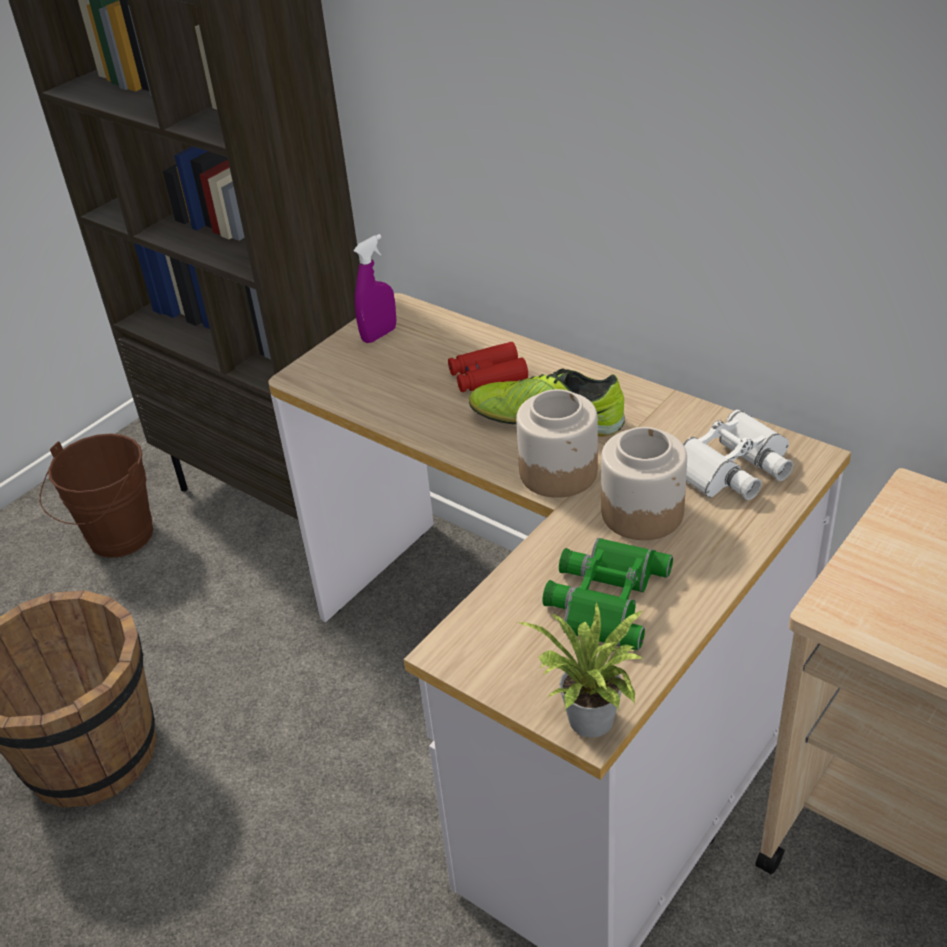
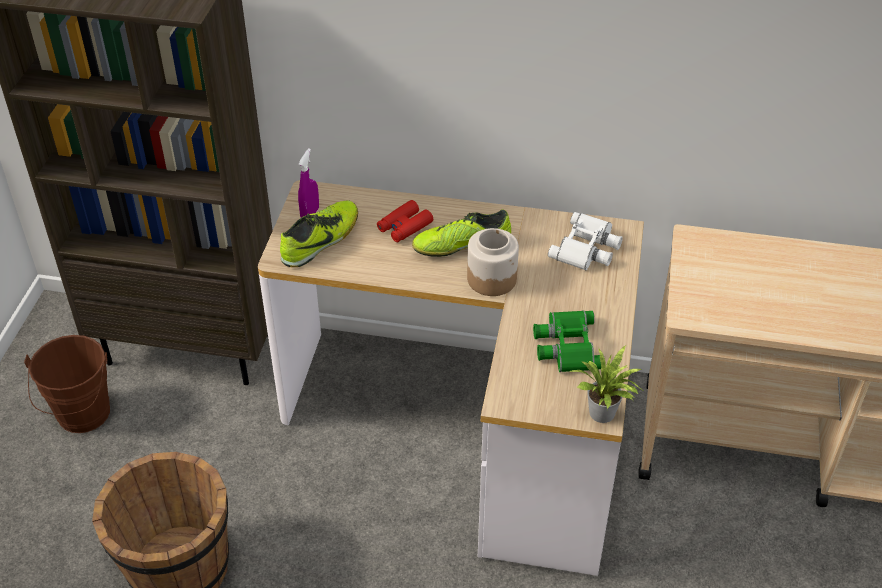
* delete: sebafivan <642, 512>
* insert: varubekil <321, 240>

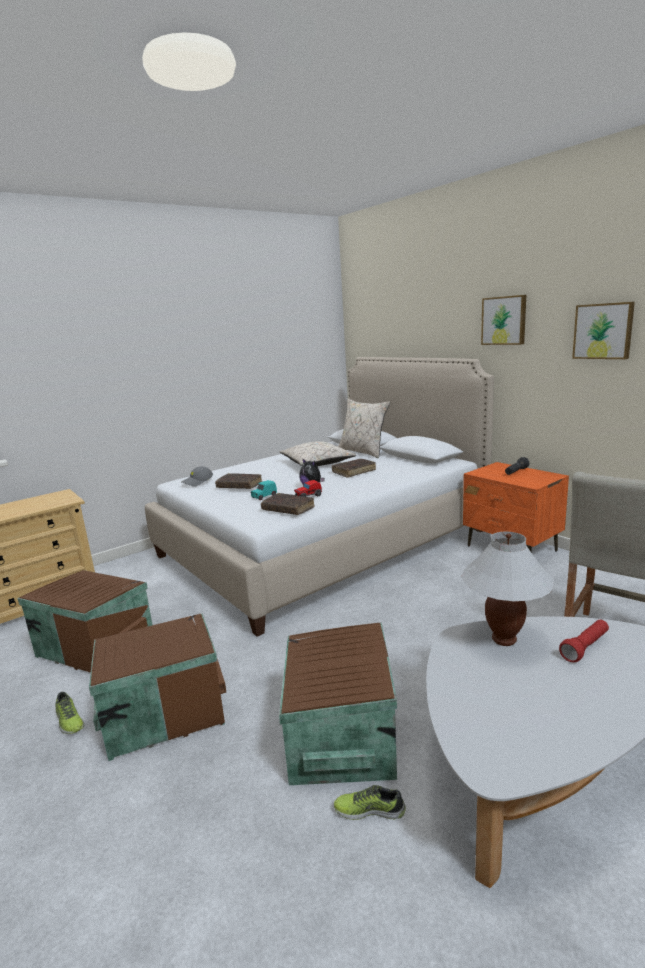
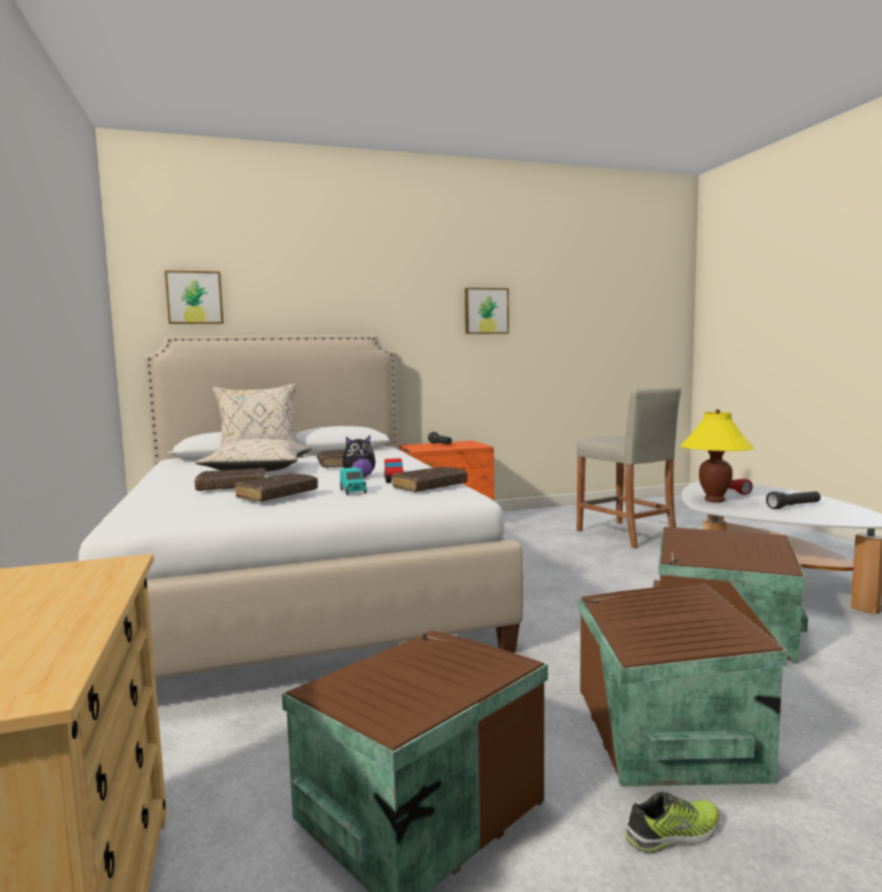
* move: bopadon <504, 320> to <195, 298>
* delete: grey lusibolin <197, 482>
* recolor: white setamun <504, 639> to yellow setamun <714, 500>
* delete: varubekil <369, 809>
* insert: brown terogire <232, 487>
* insert: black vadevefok <793, 507>

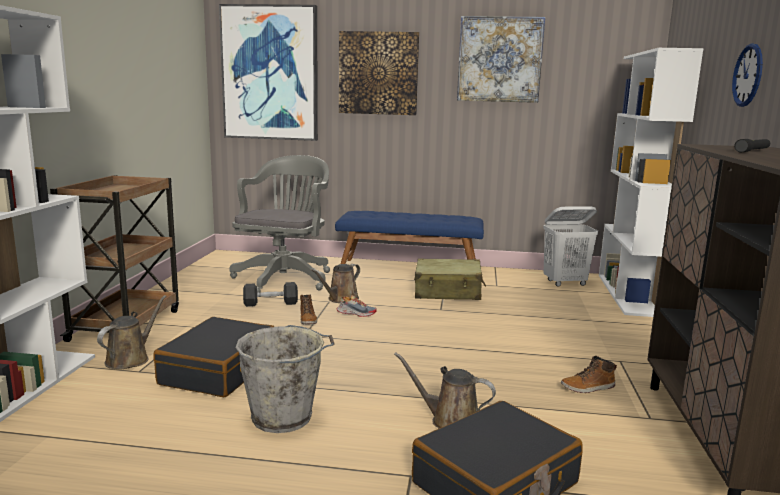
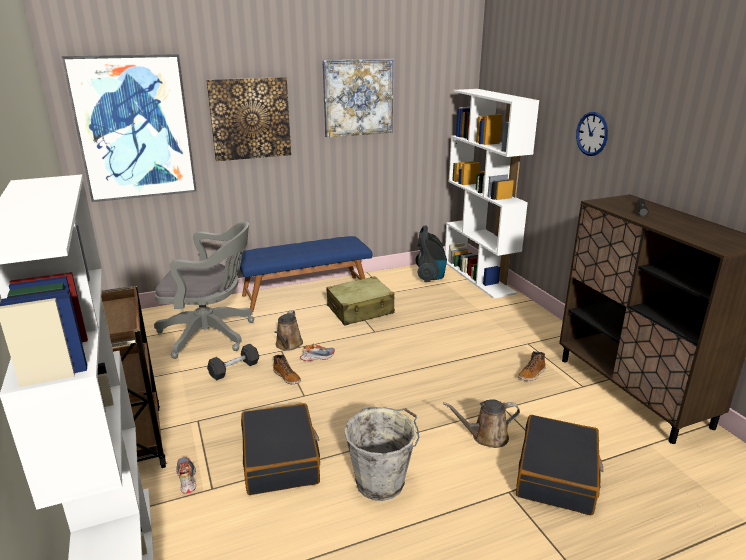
* rotate: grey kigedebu <285, 278> = <212, 334> 105 degrees clockwise
* replace: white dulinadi <565, 283> to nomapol <430, 276>
* replace: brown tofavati <130, 359> to varubekil <186, 478>

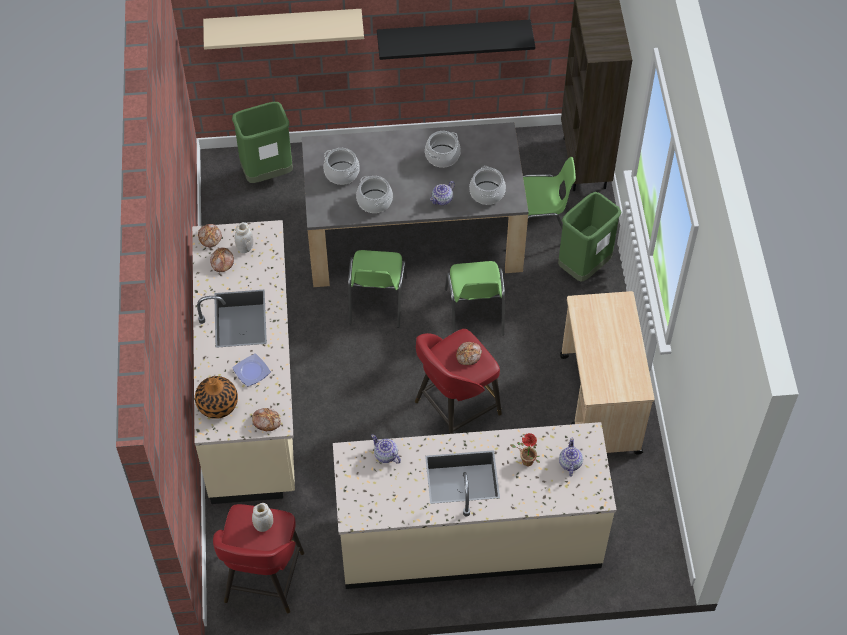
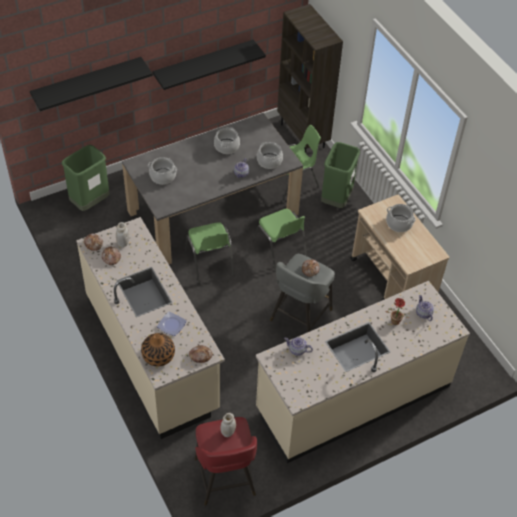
* recolor: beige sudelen <283, 25> to black sudelen <87, 82>
* move: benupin <374, 201> to <399, 223>
* recolor: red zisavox <455, 409> to grey zisavox <299, 316>

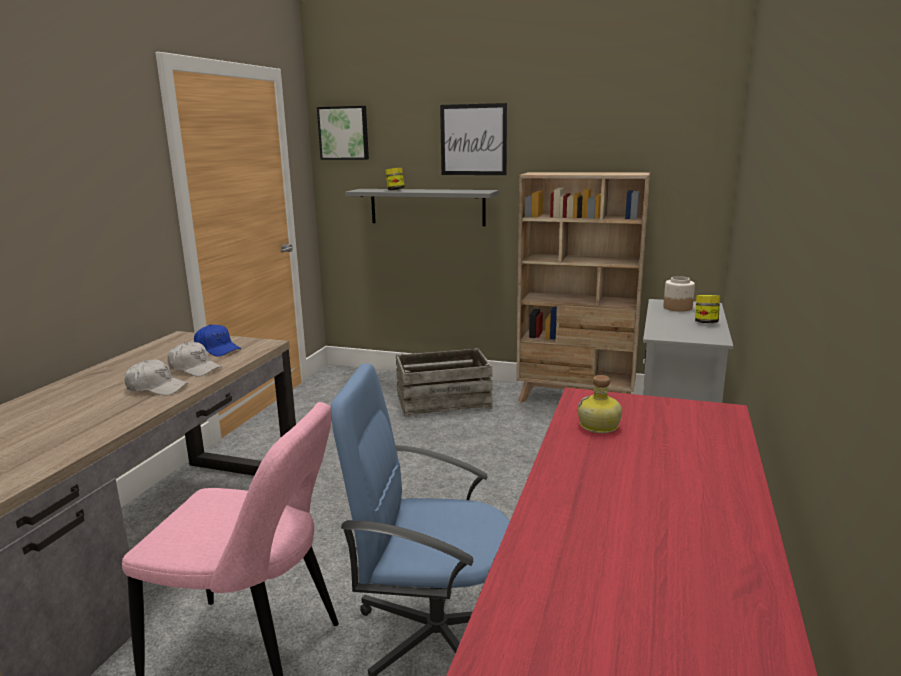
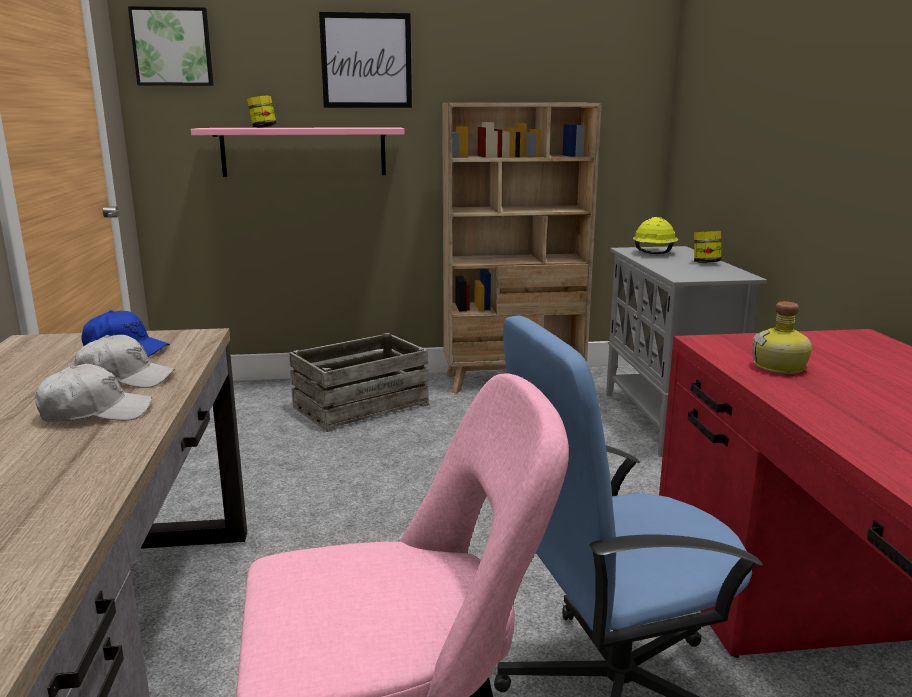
* recolor: grey sudelen <427, 207> to pink sudelen <304, 151>
* replace: sebafivan <677, 308> to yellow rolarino <654, 253>

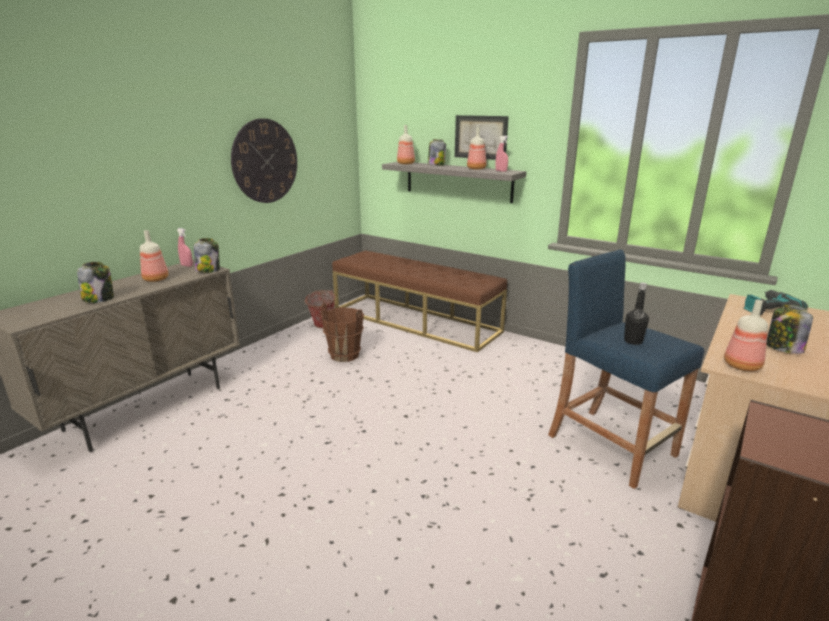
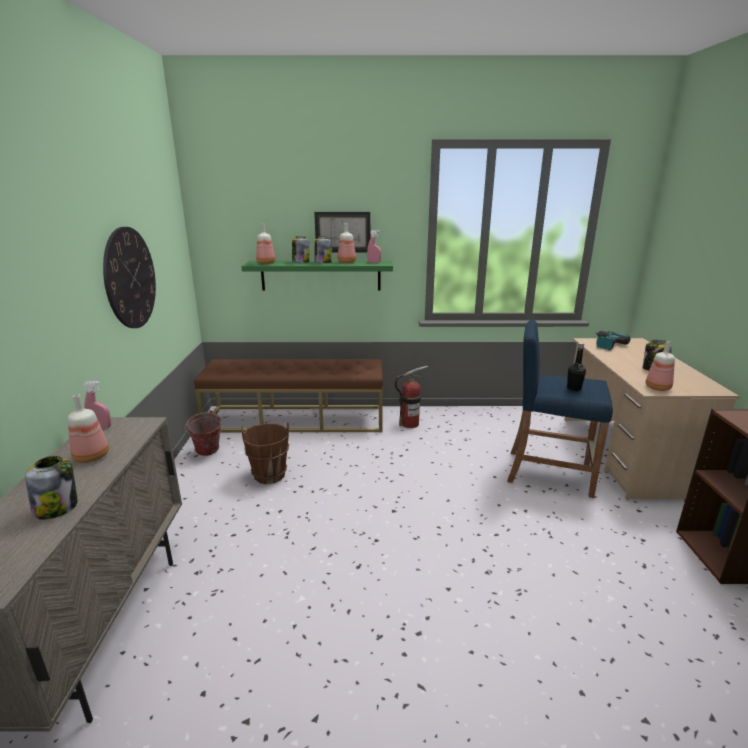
* recolor: grey sudelen <458, 181> to green sudelen <321, 275>
* move: sebafivan <208, 270> to <323, 262>
* insert: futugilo <410, 424>

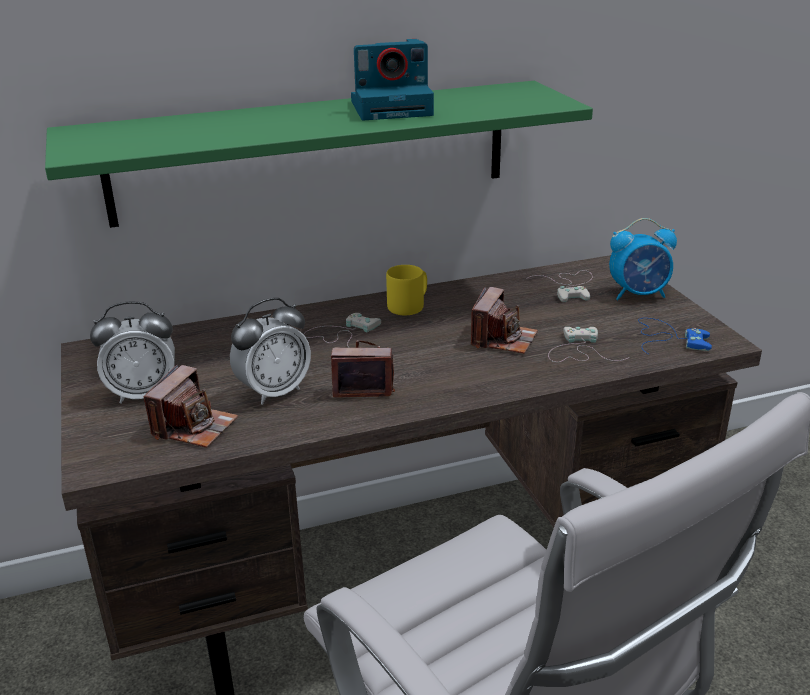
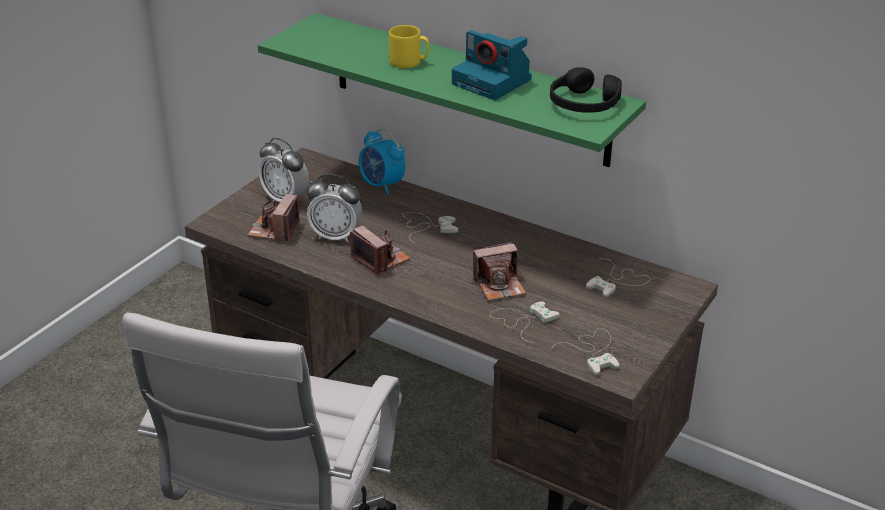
* move: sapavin <638, 294> to <382, 185>
* move: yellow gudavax <409, 306> to <409, 62>
* recolor: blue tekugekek <668, 338> to white tekugekek <593, 351>
* rotate: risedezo <194, 427> = <275, 230> 120 degrees clockwise
* insert: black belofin <583, 104>

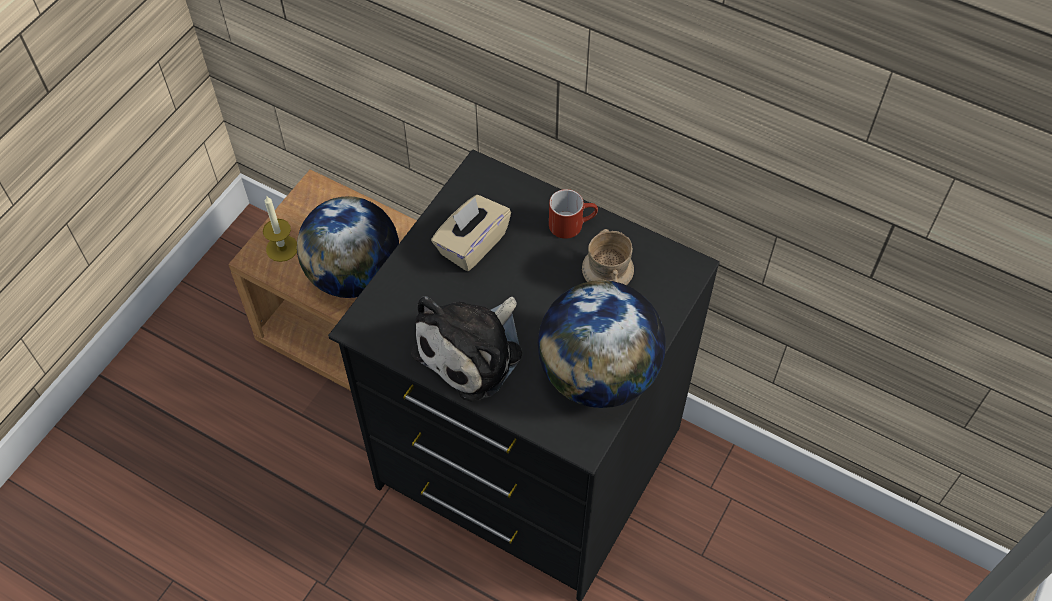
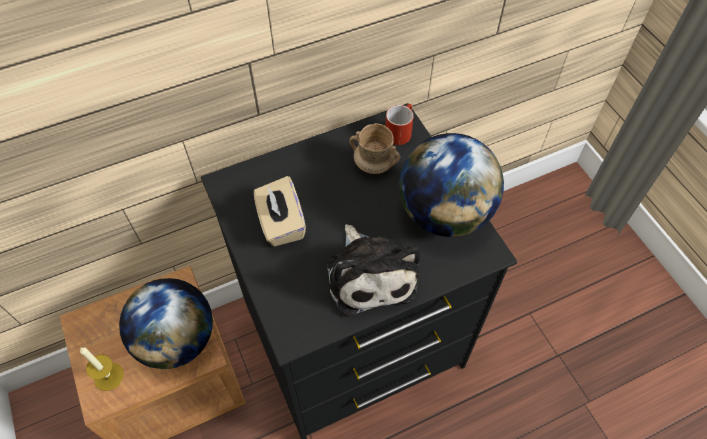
* move: red gudavax <572, 223> to <399, 131>

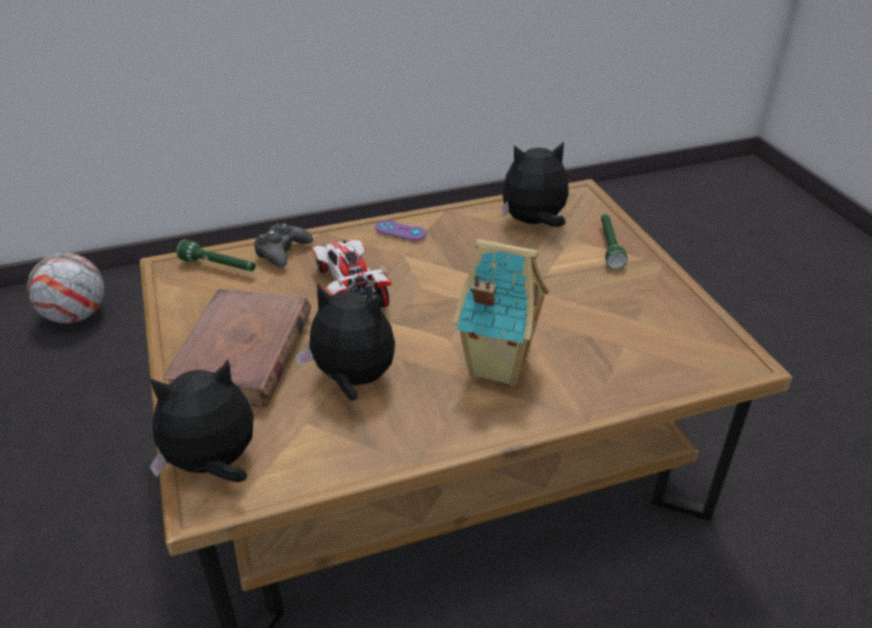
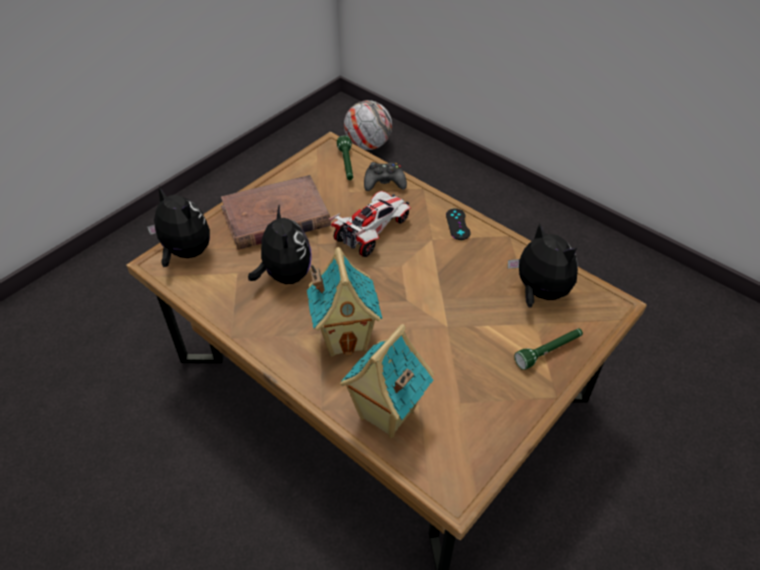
* recolor: purple tekugekek <400, 230> to black tekugekek <458, 224>
* insert: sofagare <385, 415>

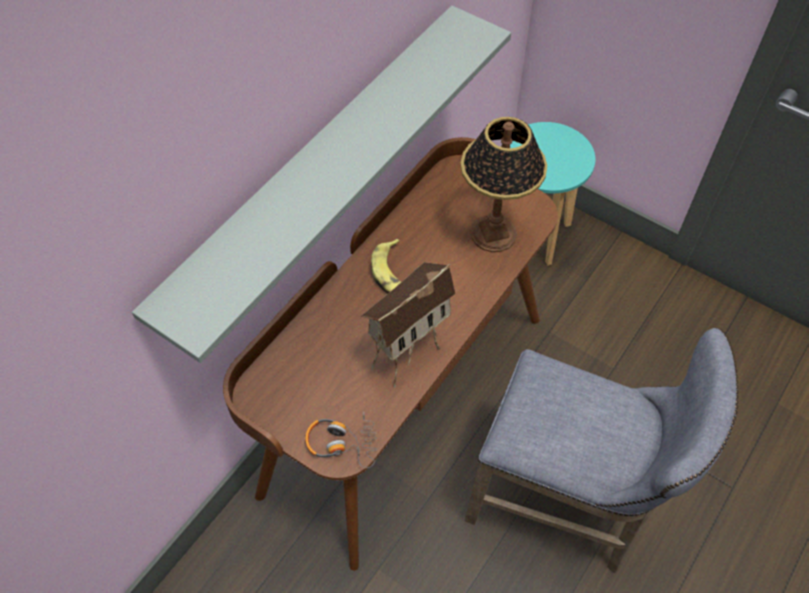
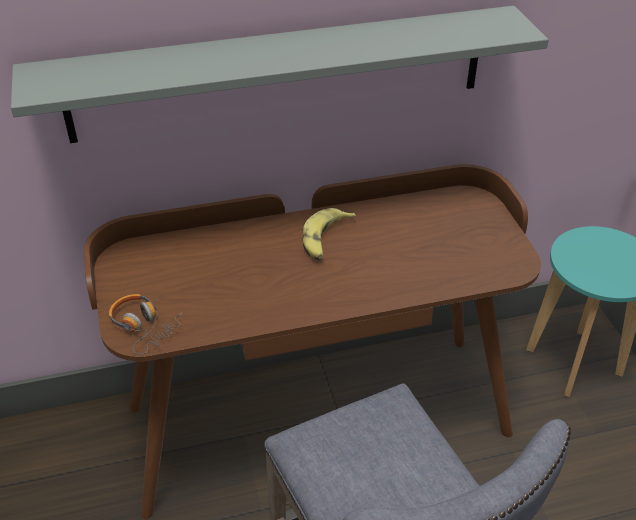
* delete: setamun <494, 233>
* delete: sofagare <406, 351>

